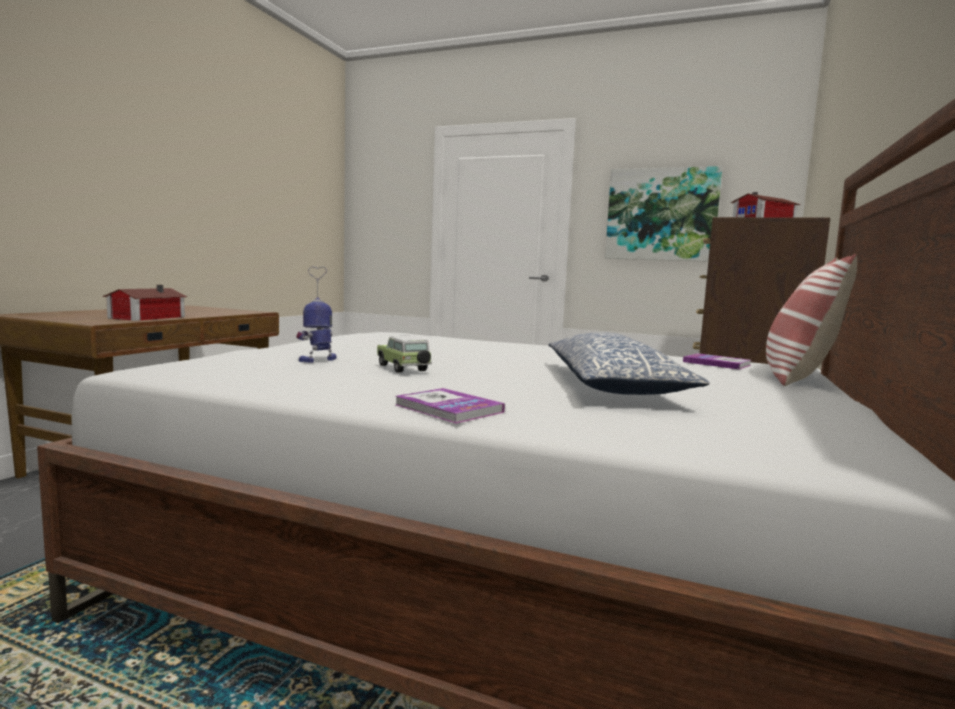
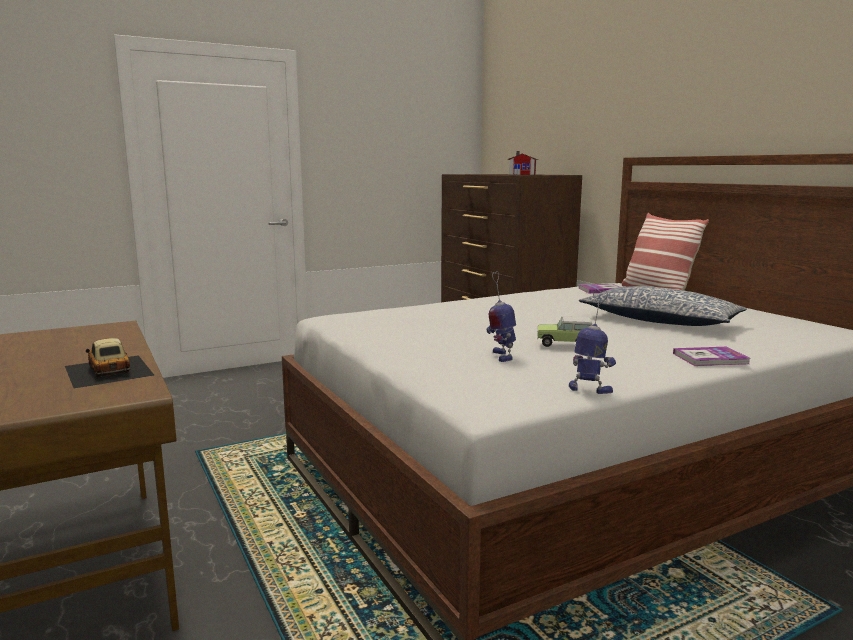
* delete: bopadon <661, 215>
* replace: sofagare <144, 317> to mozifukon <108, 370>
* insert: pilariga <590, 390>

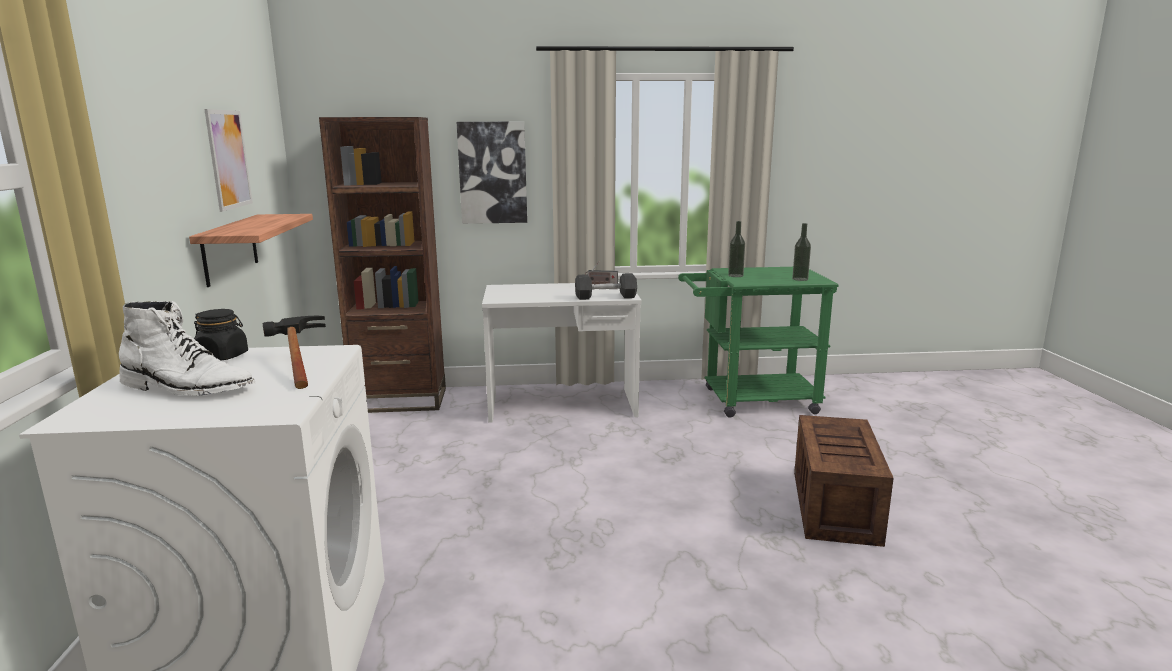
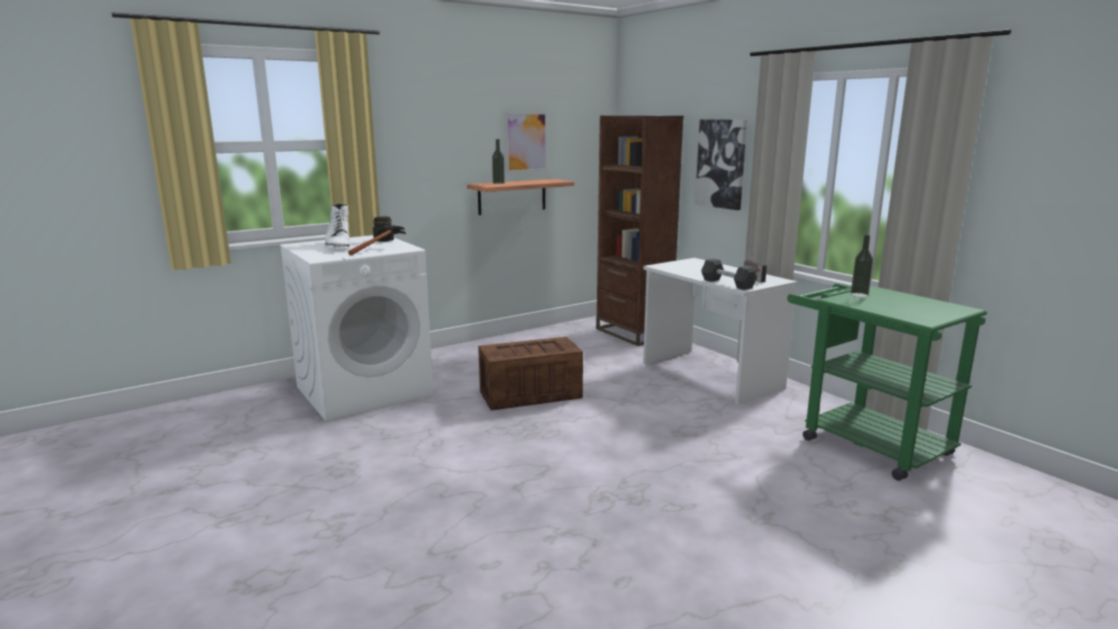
* move: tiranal <800, 279> to <498, 183>
* move: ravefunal <835, 507> to <529, 395>

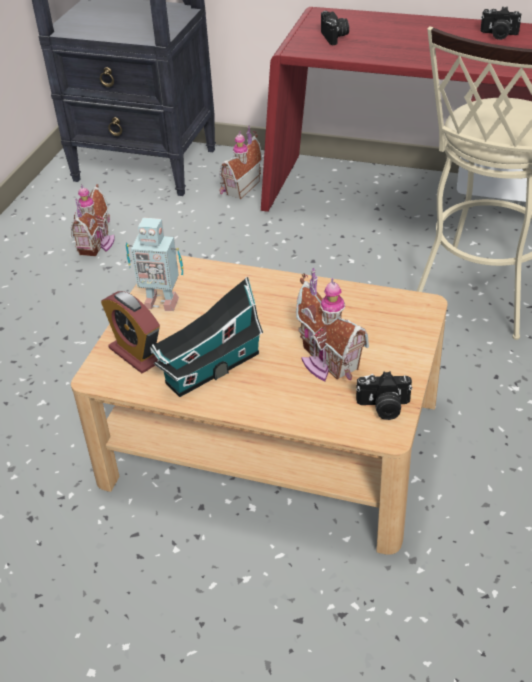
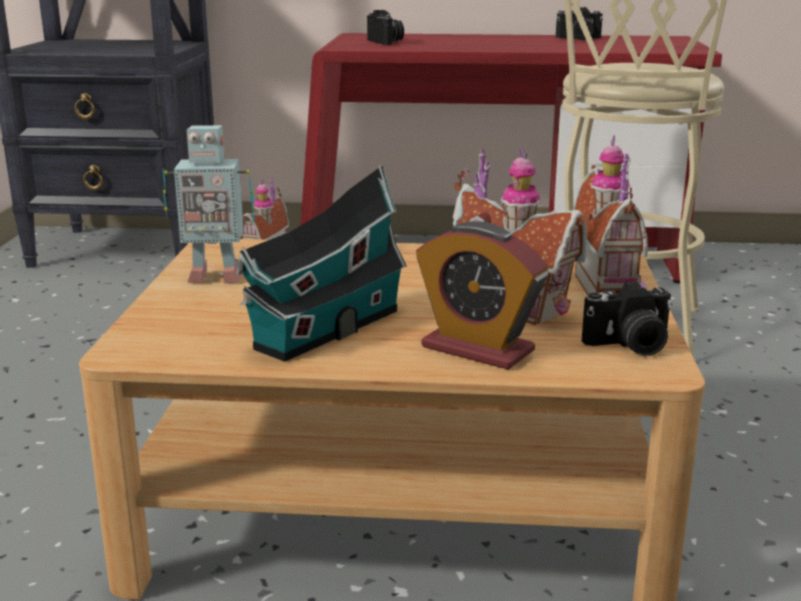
* move: sofagare <98, 244> to <612, 289>
* move: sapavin <137, 353> to <477, 349>

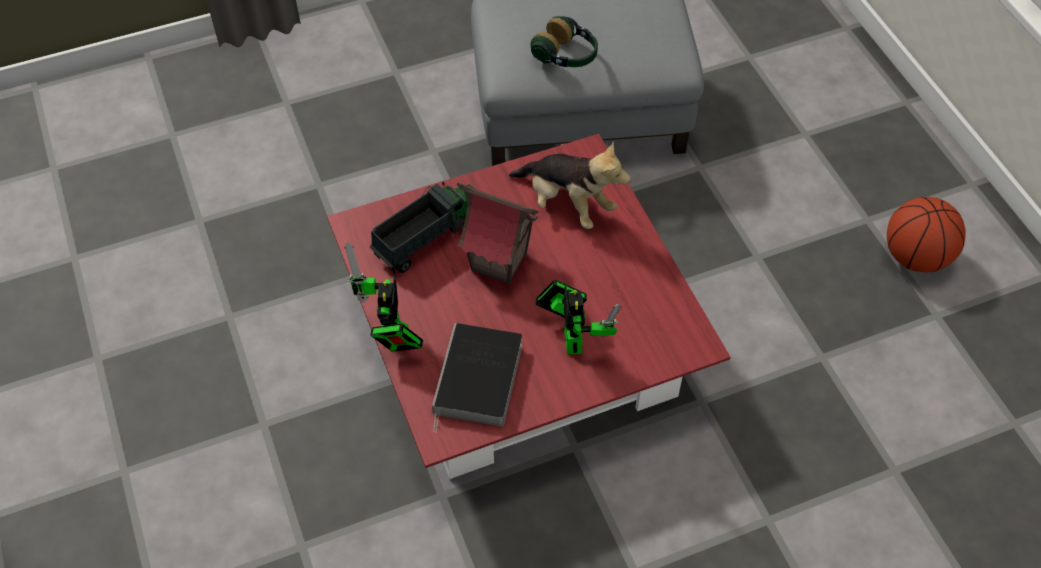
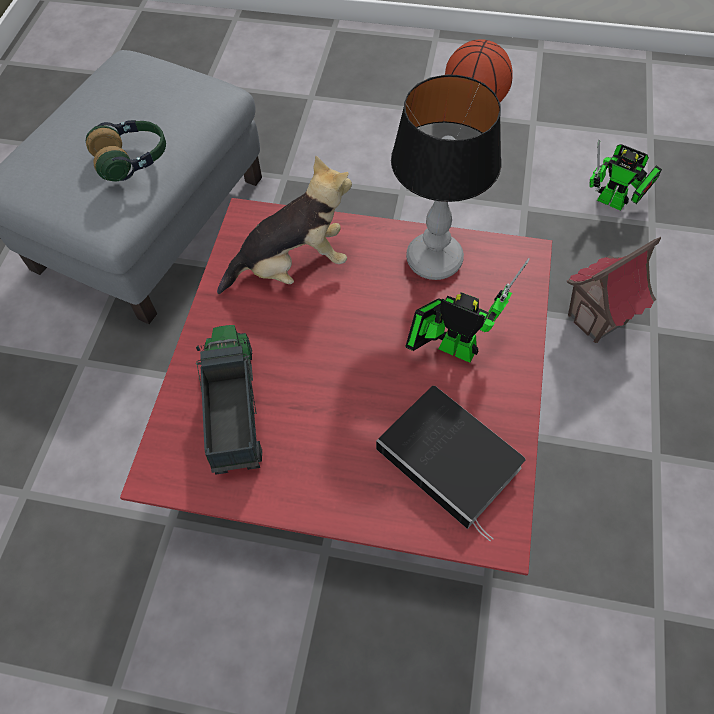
* move: sofagare <498, 263> to <597, 319>
* move: pilariga <391, 337> to <615, 203>
* insert: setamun <435, 260>

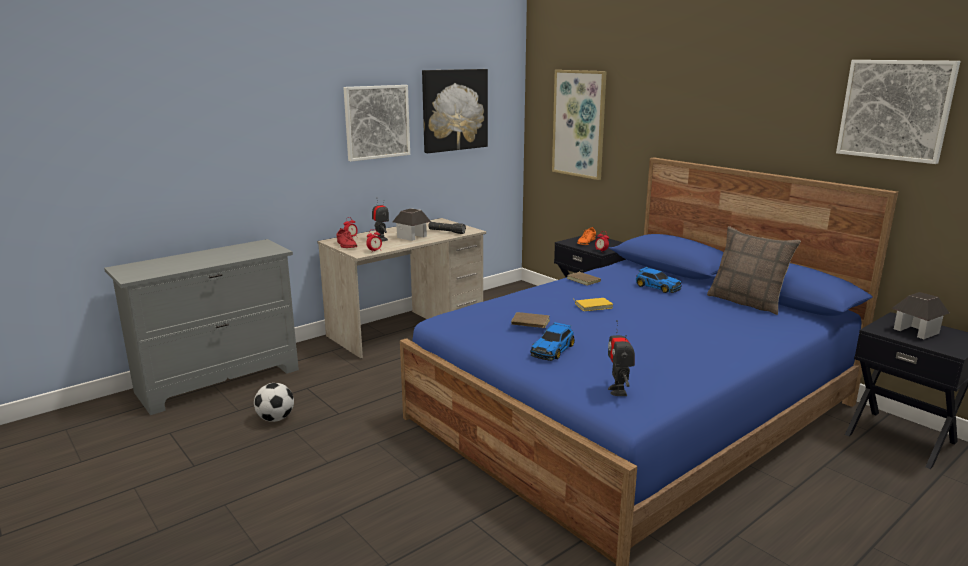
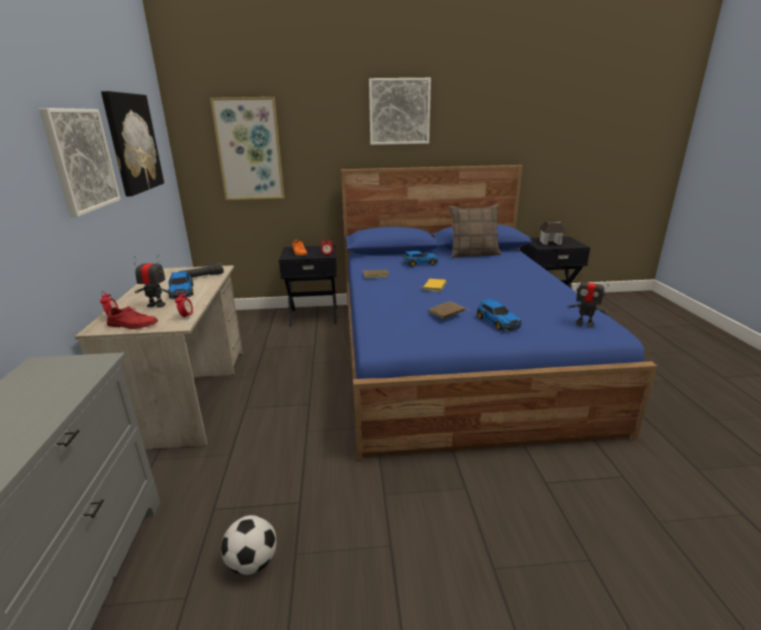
* move: bopadon <895, 110> to <399, 111>
* replace: sofagare <412, 237> to mozifukon <182, 291>

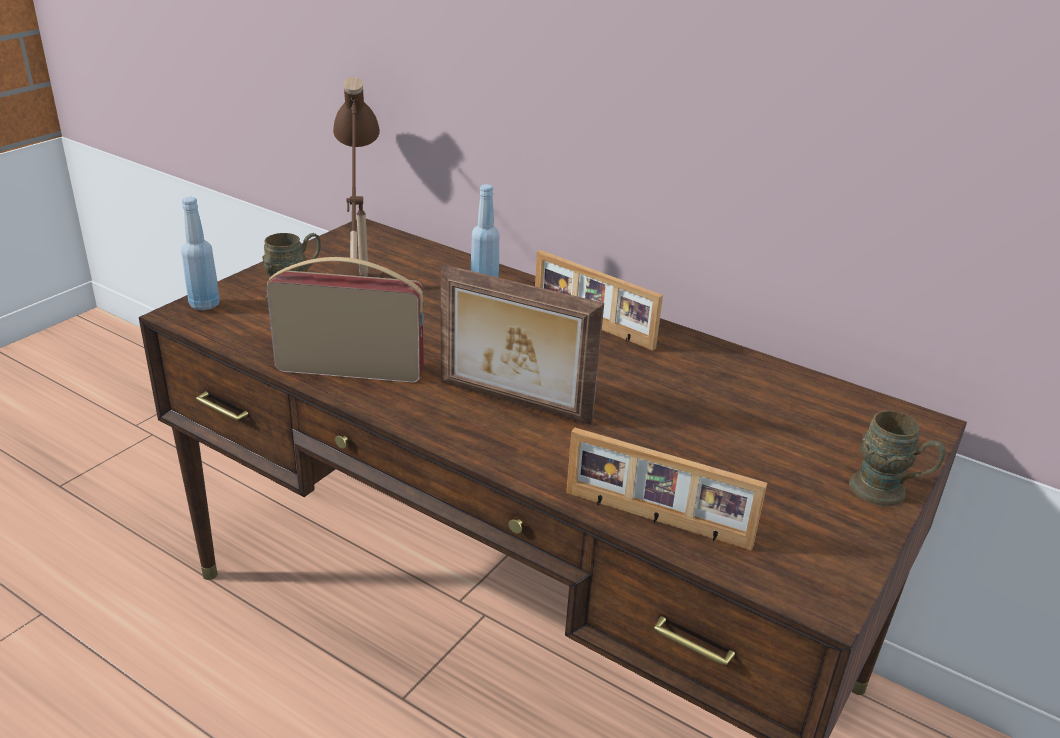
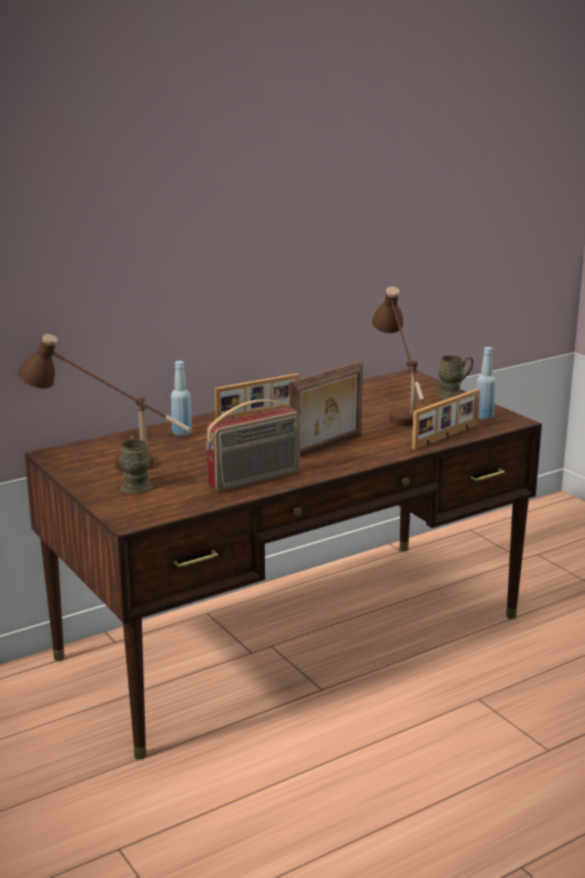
* move: blue tiranal <204, 304> to <483, 417>
* rotate: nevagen <351, 369> = <255, 480> 150 degrees counterclockwise
* insert: brown setamun <400, 411>

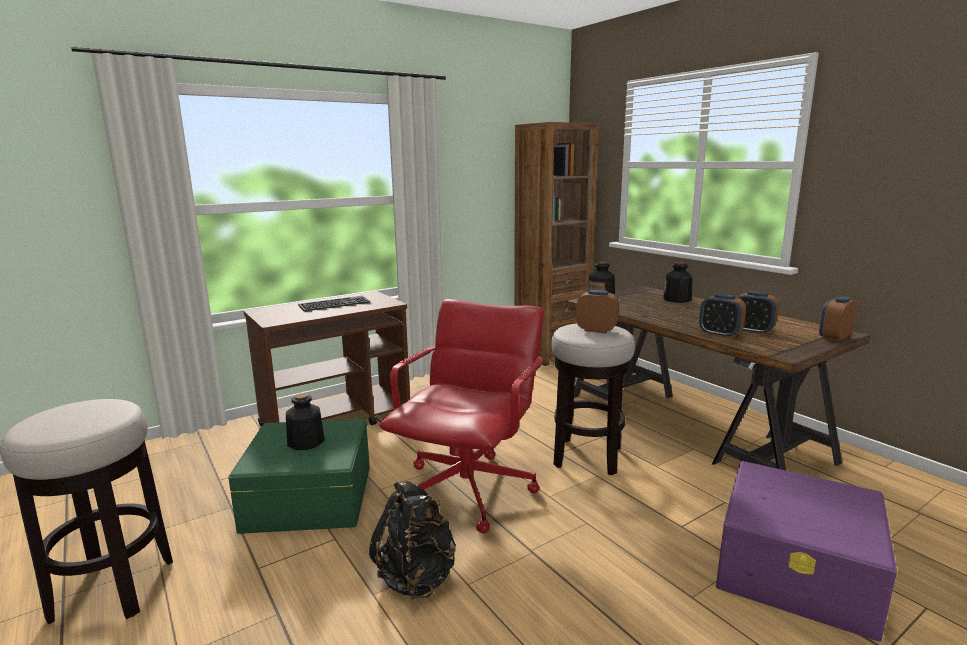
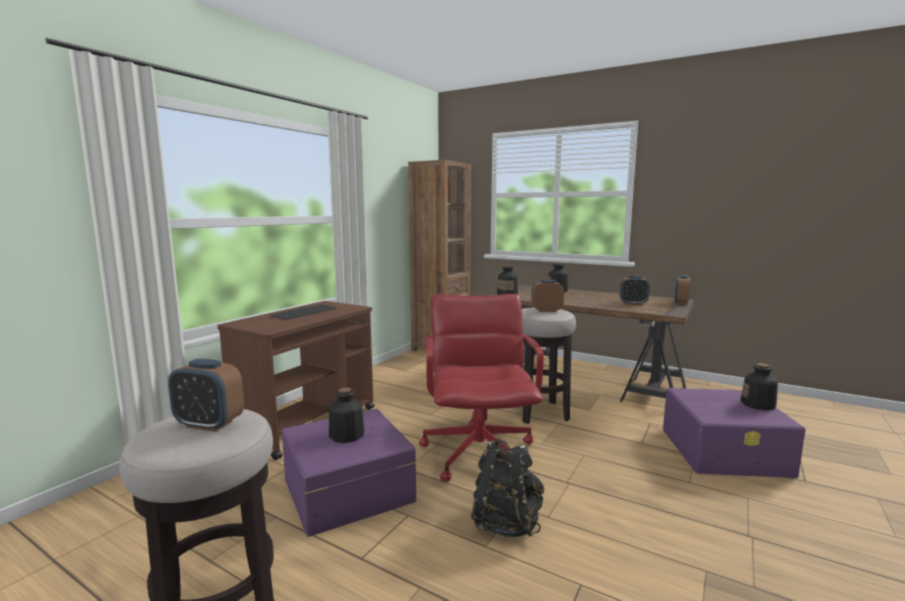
* move: sapavin <720, 334> to <209, 424>
* recolor: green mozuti <308, 496> to purple mozuti <347, 489>
* insert: tiranal <758, 404>

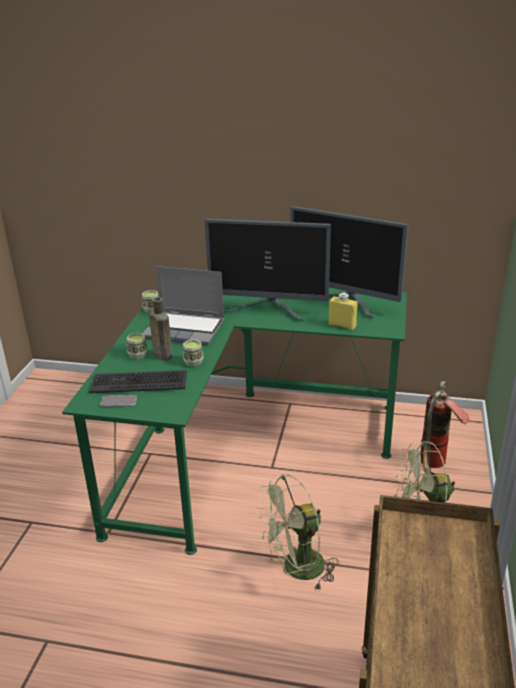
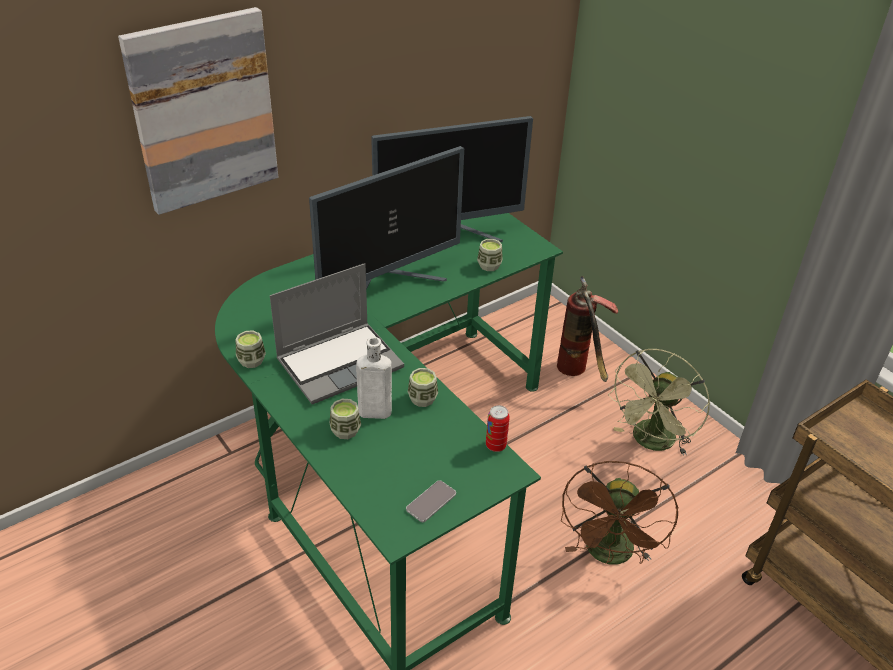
* replace: yellow tiranal <342, 325> to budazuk <489, 265>
* recolor: brown tiranal <162, 354> to white tiranal <372, 412>
* delete: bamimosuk <139, 382>
* recolor: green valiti <296, 570> to brown valiti <610, 555>
* insert: bopadon <203, 111>
* insert: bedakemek <495, 446>

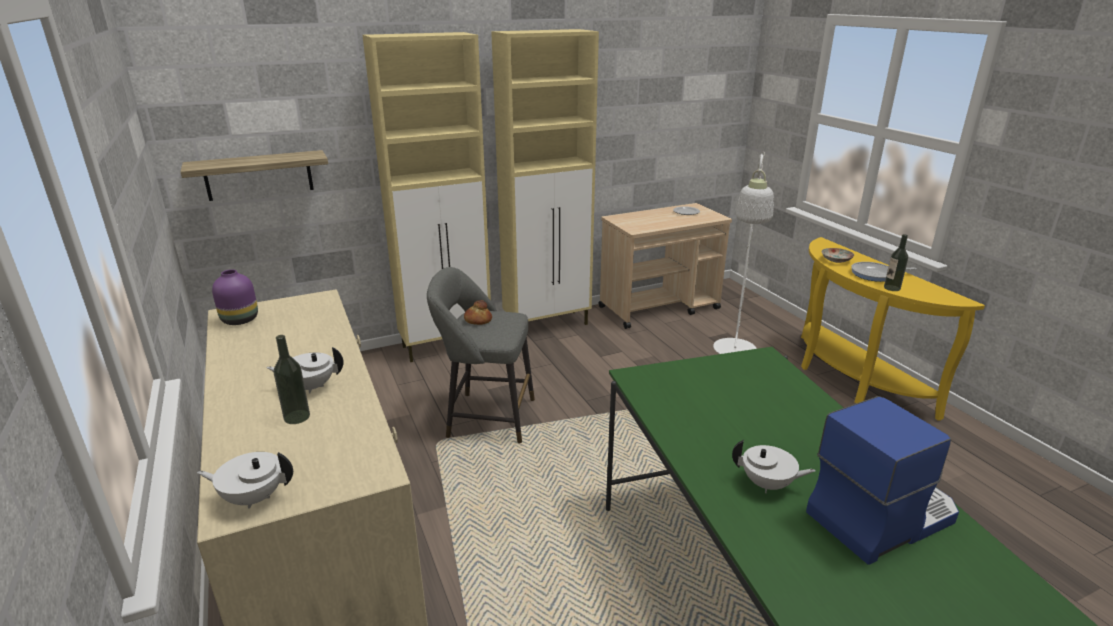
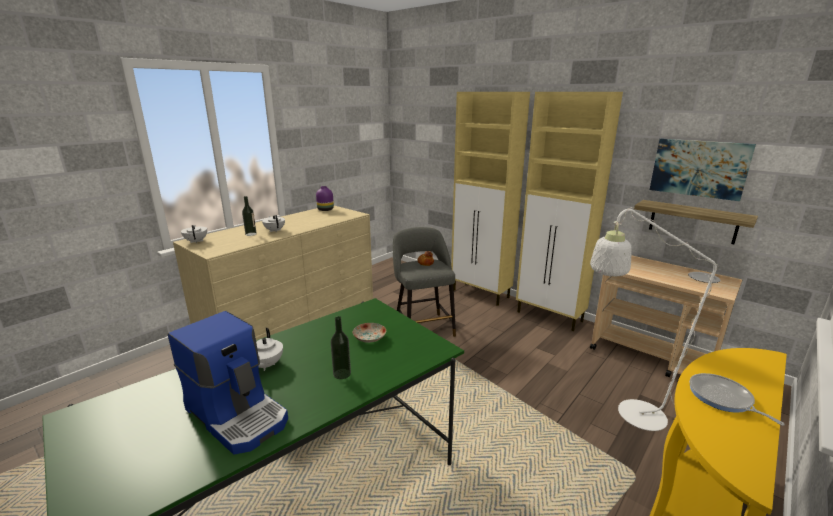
* move: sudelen <259, 175> to <692, 221>
* move: tiranal <892, 288> to <342, 374>
* move: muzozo <836, 260> to <369, 338>
* insert: bopadon <699, 168>

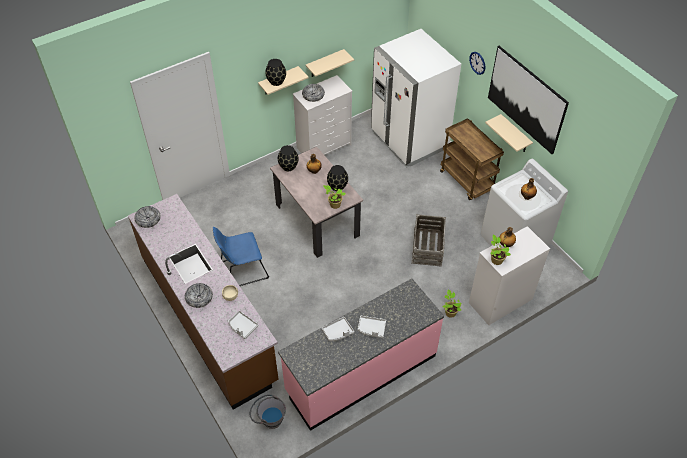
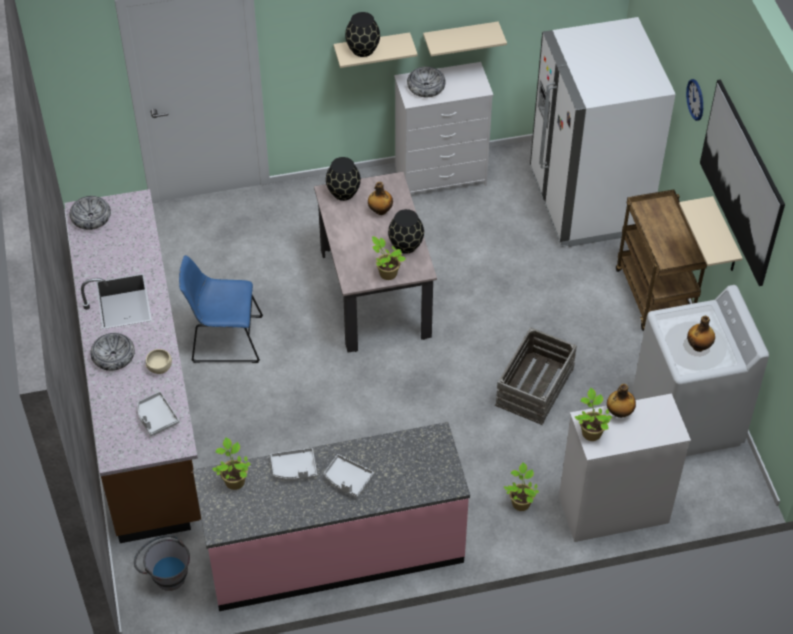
* insert: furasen <234, 480>

